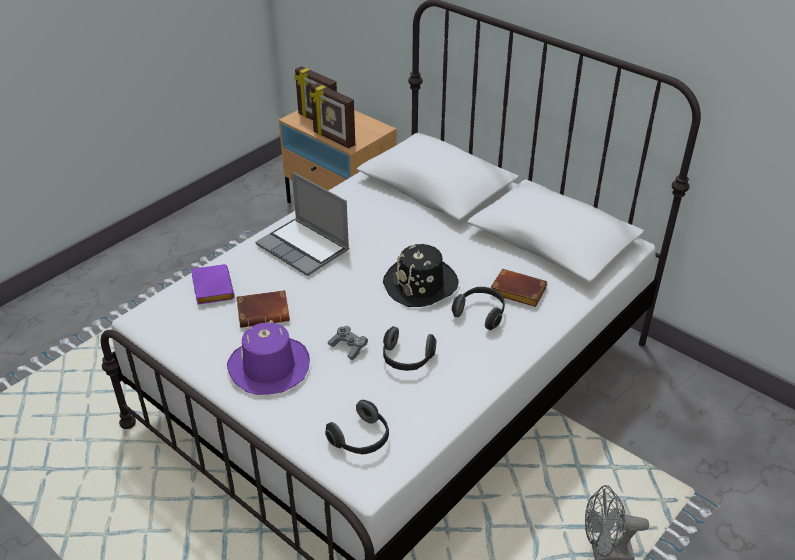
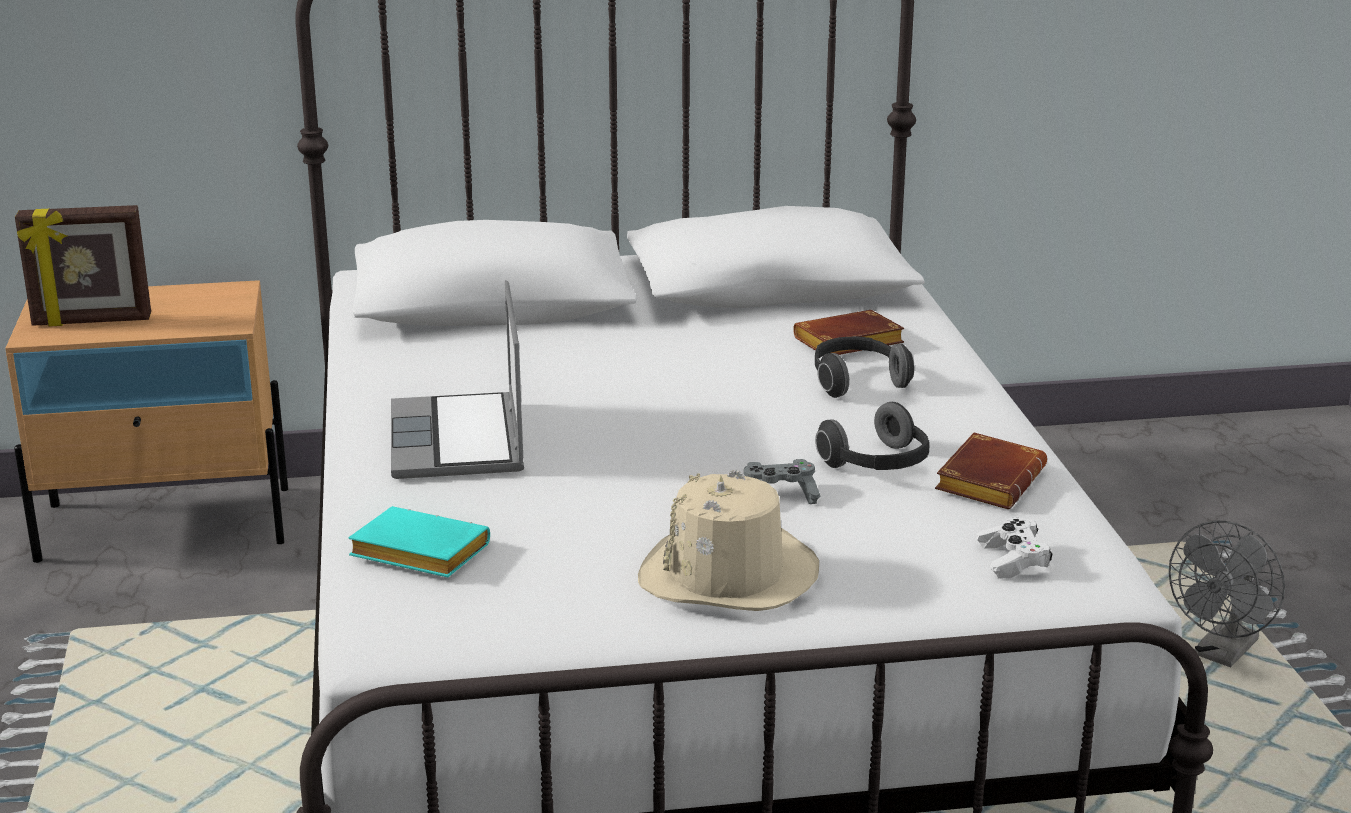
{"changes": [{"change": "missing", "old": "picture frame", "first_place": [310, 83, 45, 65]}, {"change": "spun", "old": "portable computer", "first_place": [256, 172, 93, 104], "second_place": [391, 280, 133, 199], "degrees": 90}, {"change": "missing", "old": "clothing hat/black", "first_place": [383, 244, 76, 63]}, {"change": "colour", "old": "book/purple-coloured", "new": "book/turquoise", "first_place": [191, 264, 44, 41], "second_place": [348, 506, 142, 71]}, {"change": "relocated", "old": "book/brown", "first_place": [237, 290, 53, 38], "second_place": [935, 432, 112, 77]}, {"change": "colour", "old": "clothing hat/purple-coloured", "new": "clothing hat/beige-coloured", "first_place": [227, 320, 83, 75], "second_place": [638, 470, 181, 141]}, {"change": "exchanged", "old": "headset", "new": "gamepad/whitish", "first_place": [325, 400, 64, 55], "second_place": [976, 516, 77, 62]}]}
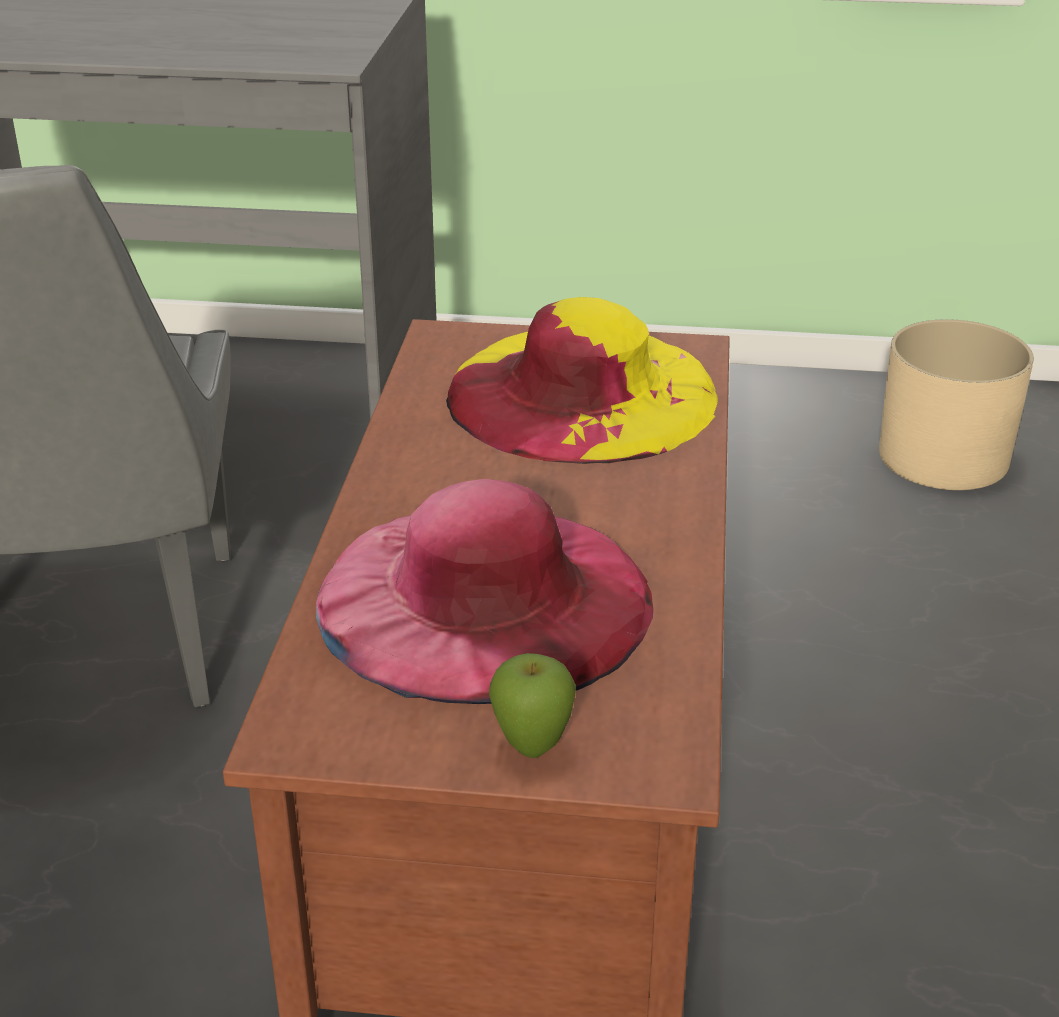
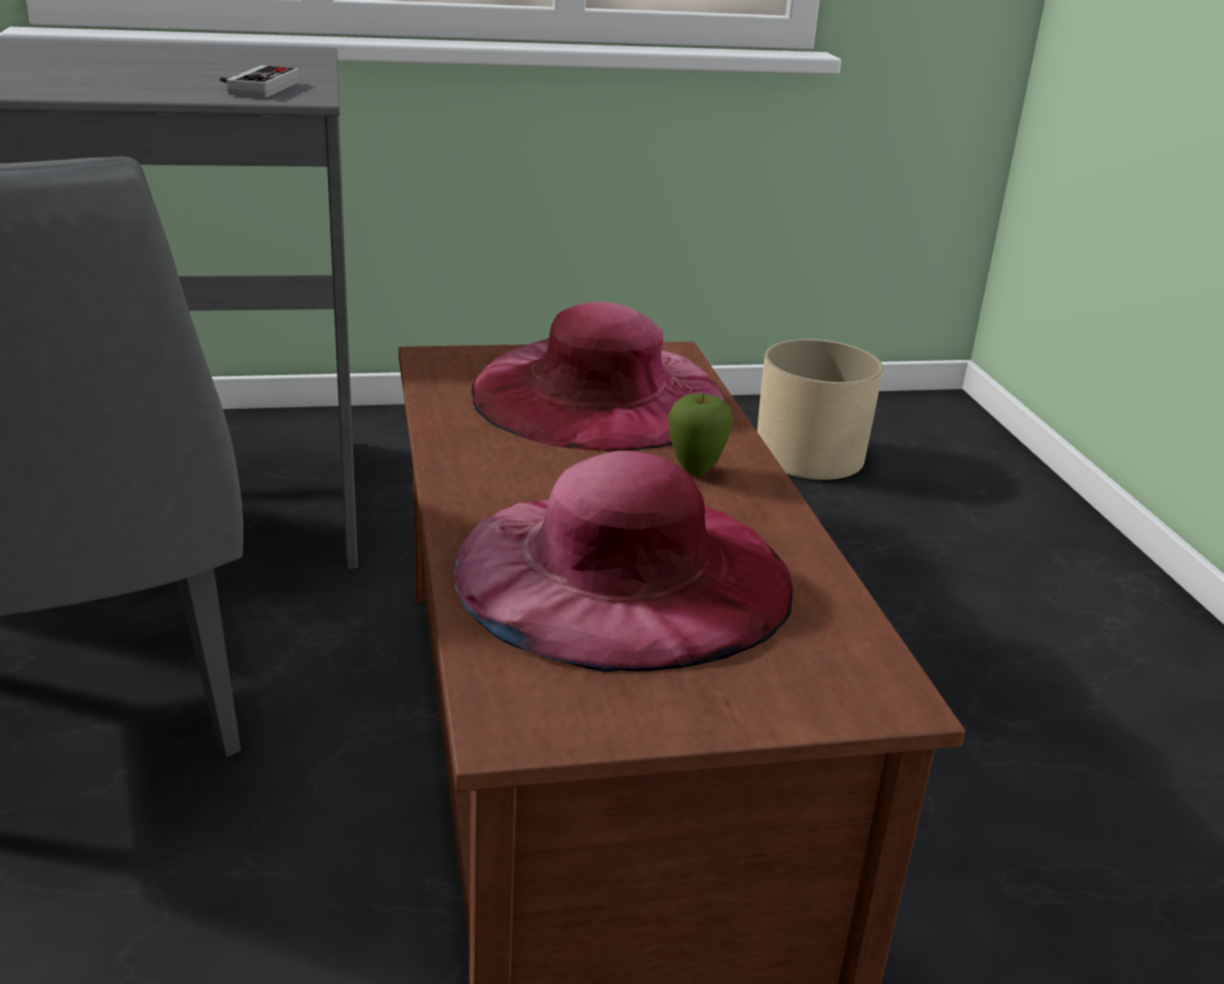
{"changes": [{"change": "colour", "old": "clothing hat/yellowish", "new": "clothing hat/pink-coloured", "first_place": [446, 297, 272, 167], "second_place": [472, 302, 255, 149]}, {"change": "relocated", "old": "apple fruit", "first_place": [489, 653, 87, 105], "second_place": [668, 394, 65, 82]}, {"change": "appeared", "new": "gamepad", "second_place": [220, 65, 79, 33]}]}
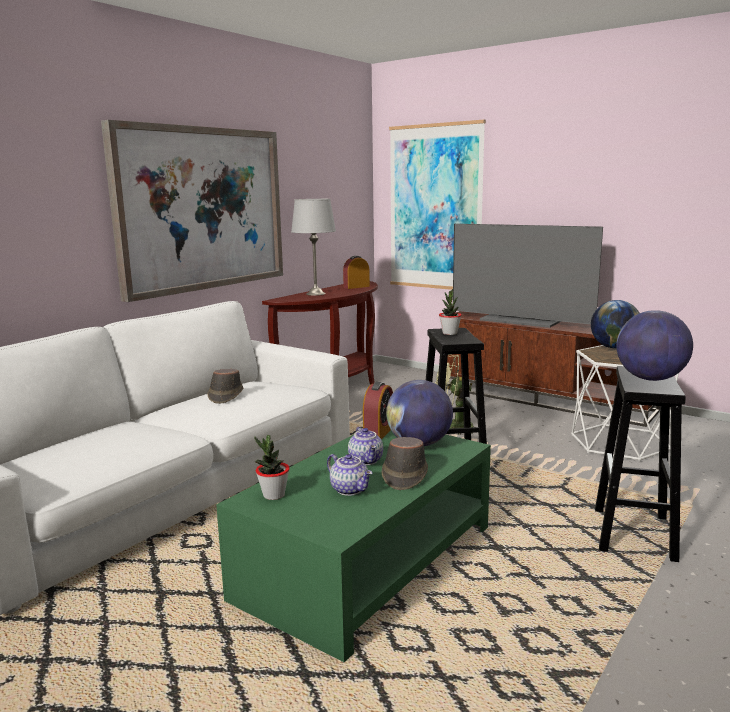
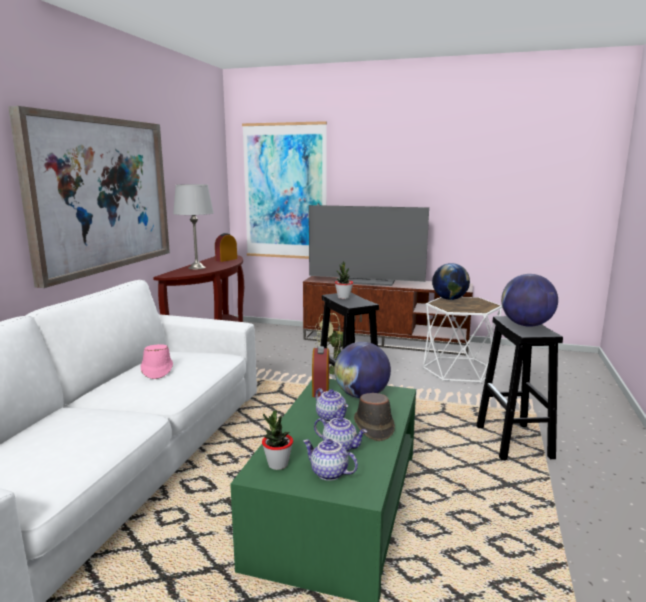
{"changes": [{"change": "colour", "old": "clothing hat/brown", "new": "clothing hat/pink-coloured", "first_place": [207, 369, 36, 35], "second_place": [140, 344, 33, 35]}, {"change": "appeared", "new": "tea pot", "second_place": [303, 439, 55, 42]}]}
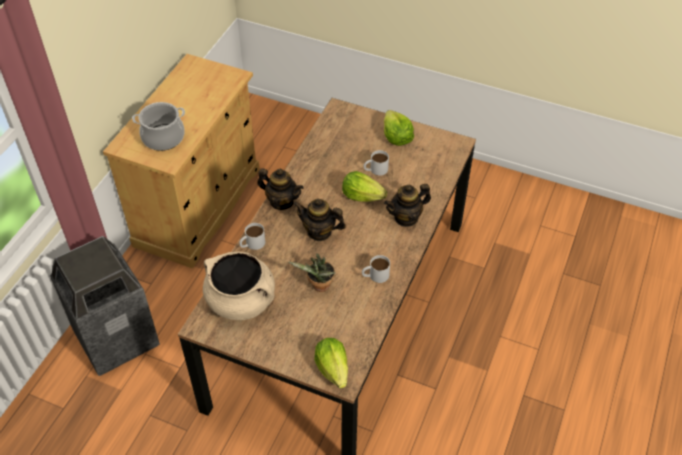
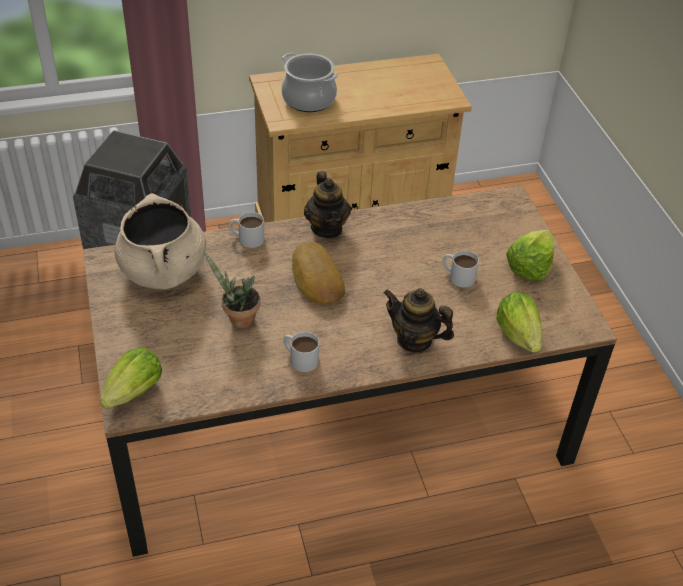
{"changes": [{"change": "relocated", "old": "lettuce", "first_place": [342, 171, 45, 31], "second_place": [496, 292, 47, 61]}, {"change": "exchanged", "old": "tea pot", "new": "bakery bread", "first_place": [294, 198, 52, 43], "second_place": [292, 242, 53, 63]}]}
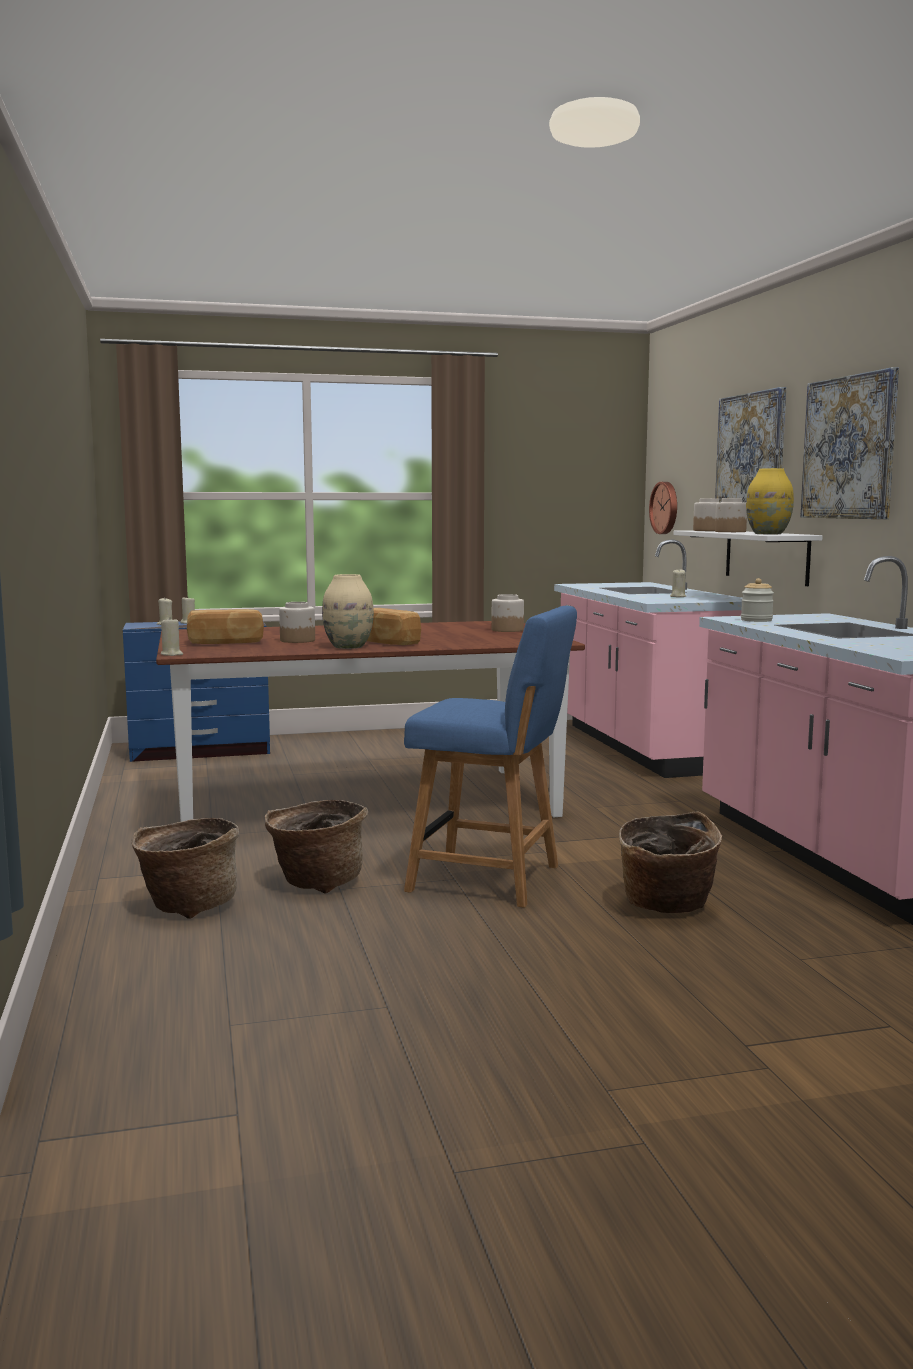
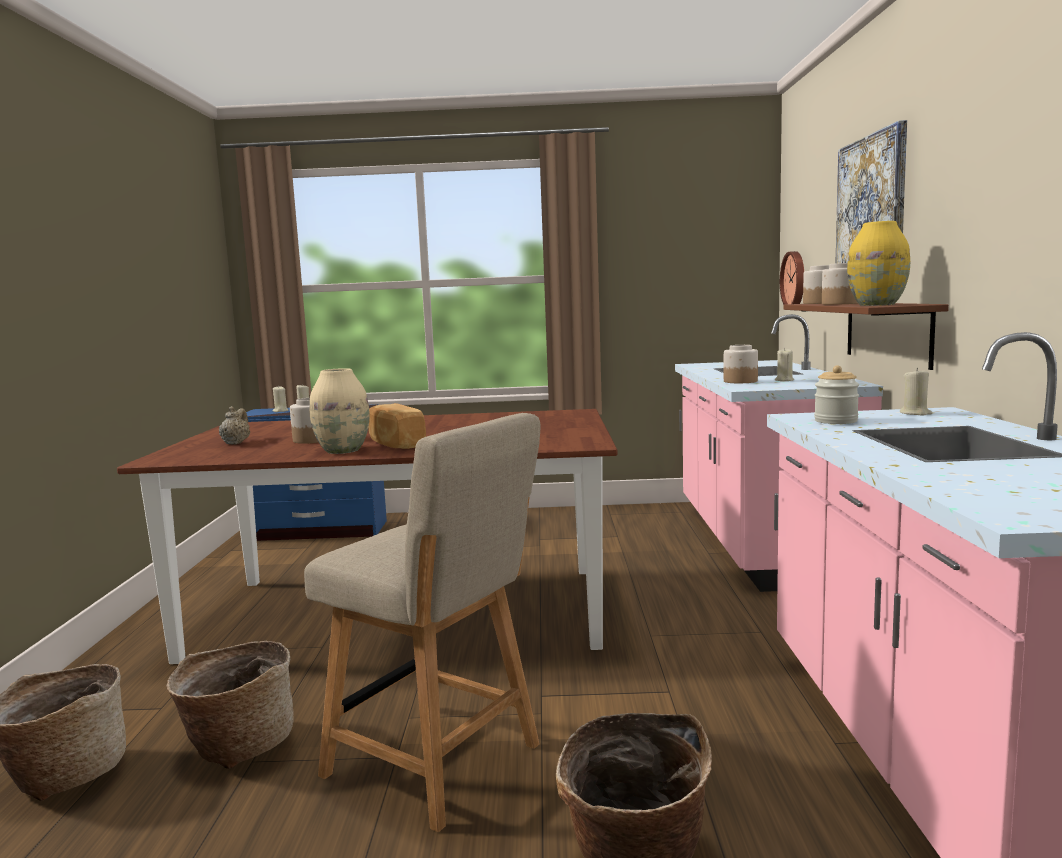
{"changes": [{"change": "missing", "old": "wall art", "first_place": [800, 367, 99, 152]}, {"change": "colour", "old": "bracket shelf/whitish", "new": "bracket shelf/brown", "first_place": [673, 530, 150, 56], "second_place": [783, 303, 166, 67]}, {"change": "relocated", "old": "jar", "first_place": [492, 594, 32, 38], "second_place": [724, 345, 34, 38]}, {"change": "colour", "old": "chair/bluish", "new": "chair/beige-coloured", "first_place": [404, 606, 173, 302], "second_place": [304, 413, 237, 419]}, {"change": "exchanged", "old": "bakery bread", "new": "tea pot/beige-coloured", "first_place": [187, 609, 77, 35], "second_place": [219, 406, 31, 39]}, {"change": "relocated", "old": "wax candle/beige-coloured", "first_place": [161, 620, 22, 36], "second_place": [900, 368, 32, 47]}]}
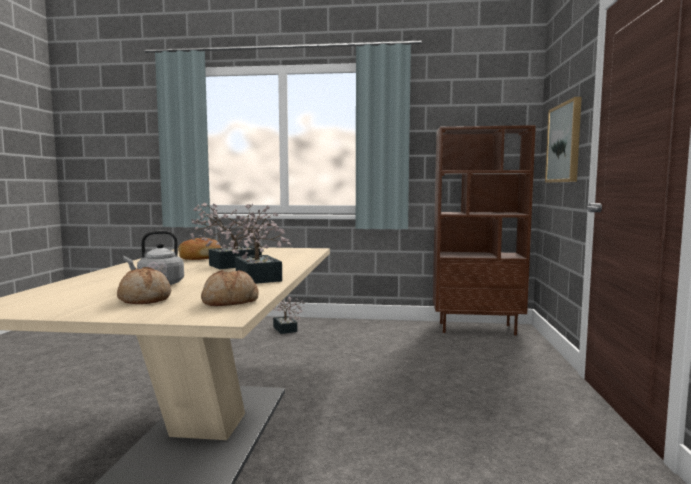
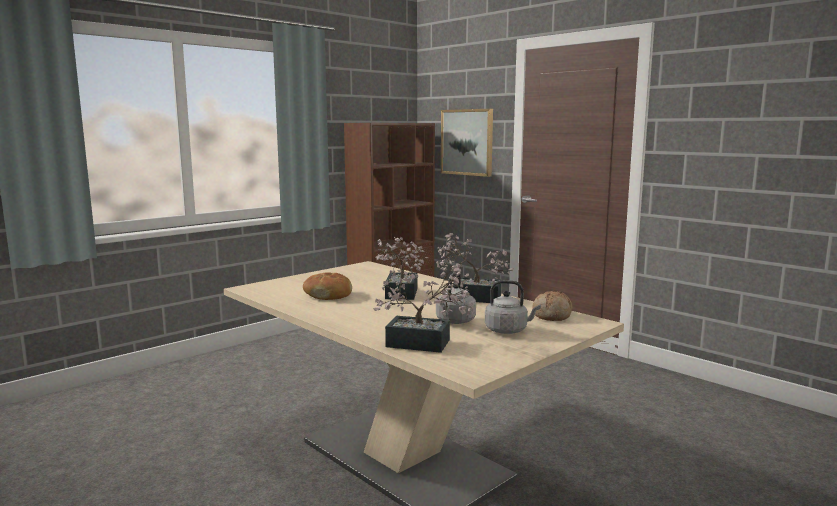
{"changes": [{"change": "exchanged", "old": "bakery bread", "new": "kettle/greyish", "first_place": [117, 267, 54, 37], "second_place": [485, 280, 56, 54]}, {"change": "relocated", "old": "potted plant", "first_place": [273, 296, 32, 38], "second_place": [373, 267, 99, 86]}]}
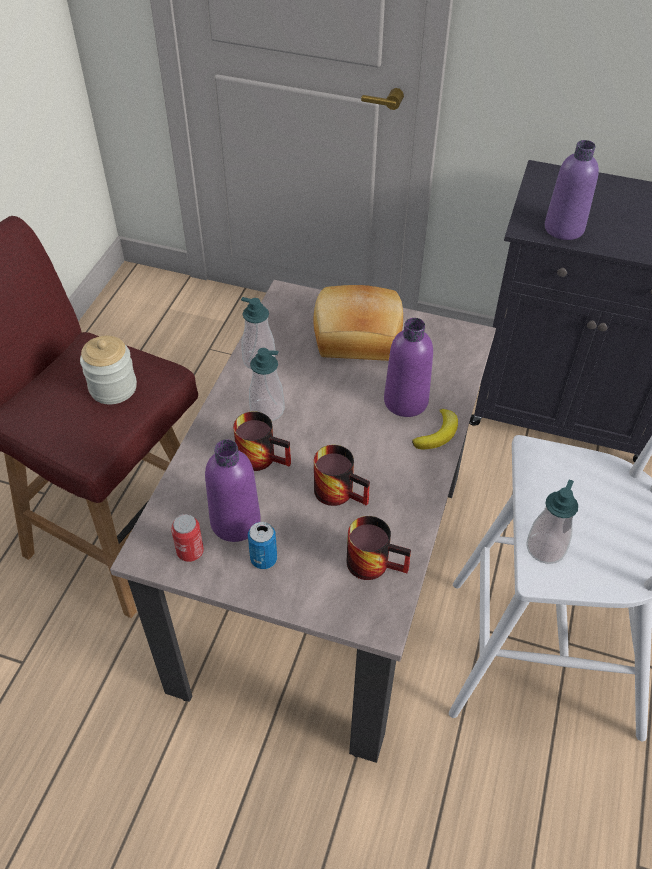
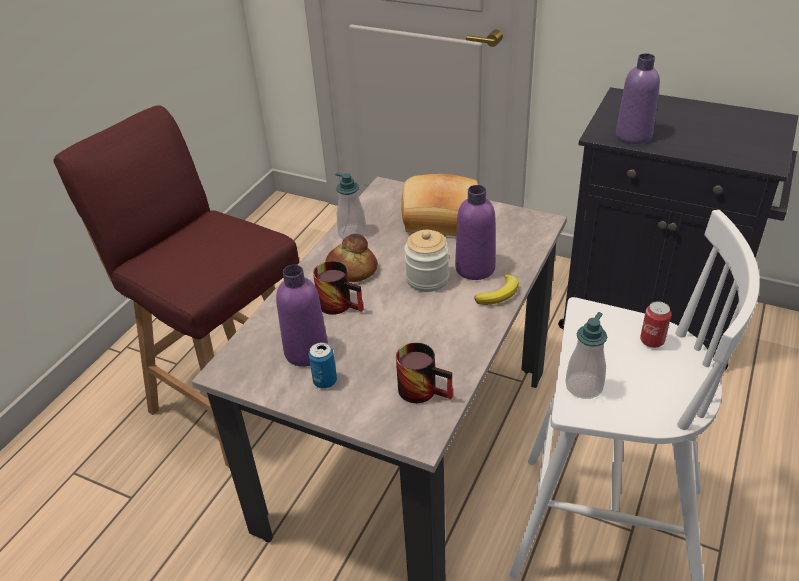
{"changes": [{"change": "relocated", "old": "jar", "first_place": [80, 336, 57, 68], "second_place": [404, 230, 45, 62]}, {"change": "exchanged", "old": "soap bottle", "new": "bakery bread", "first_place": [249, 348, 36, 73], "second_place": [325, 234, 53, 48]}, {"change": "missing", "old": "mug", "first_place": [314, 445, 56, 61]}, {"change": "relocated", "old": "can", "first_place": [171, 514, 33, 48], "second_place": [640, 301, 31, 47]}]}
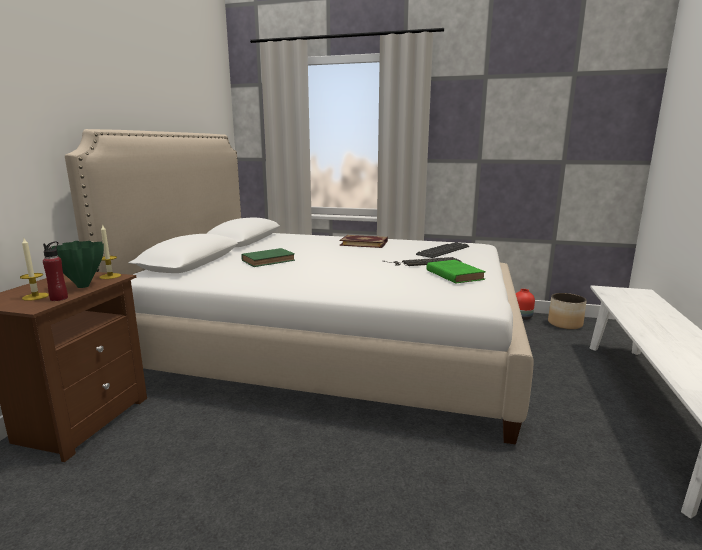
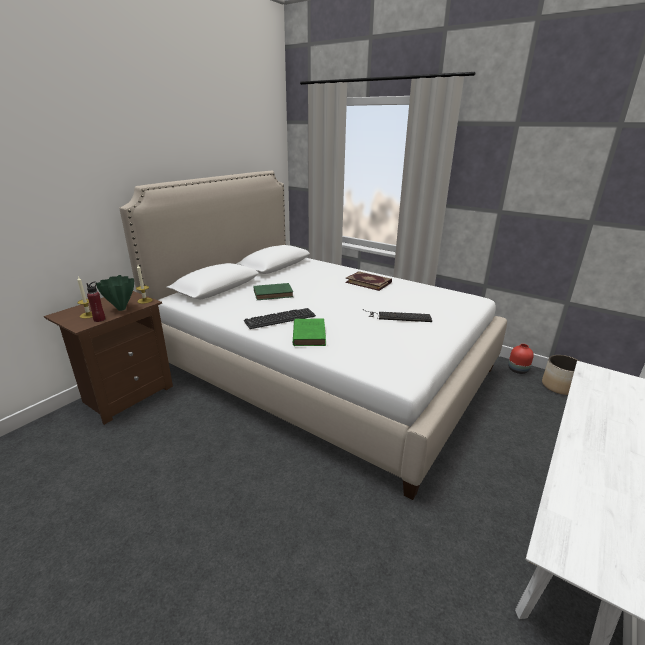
{"changes": [{"change": "relocated", "old": "keyboard", "first_place": [416, 242, 53, 16], "second_place": [244, 308, 72, 21]}, {"change": "relocated", "old": "book/green", "first_place": [426, 260, 60, 24], "second_place": [293, 319, 33, 27]}]}
